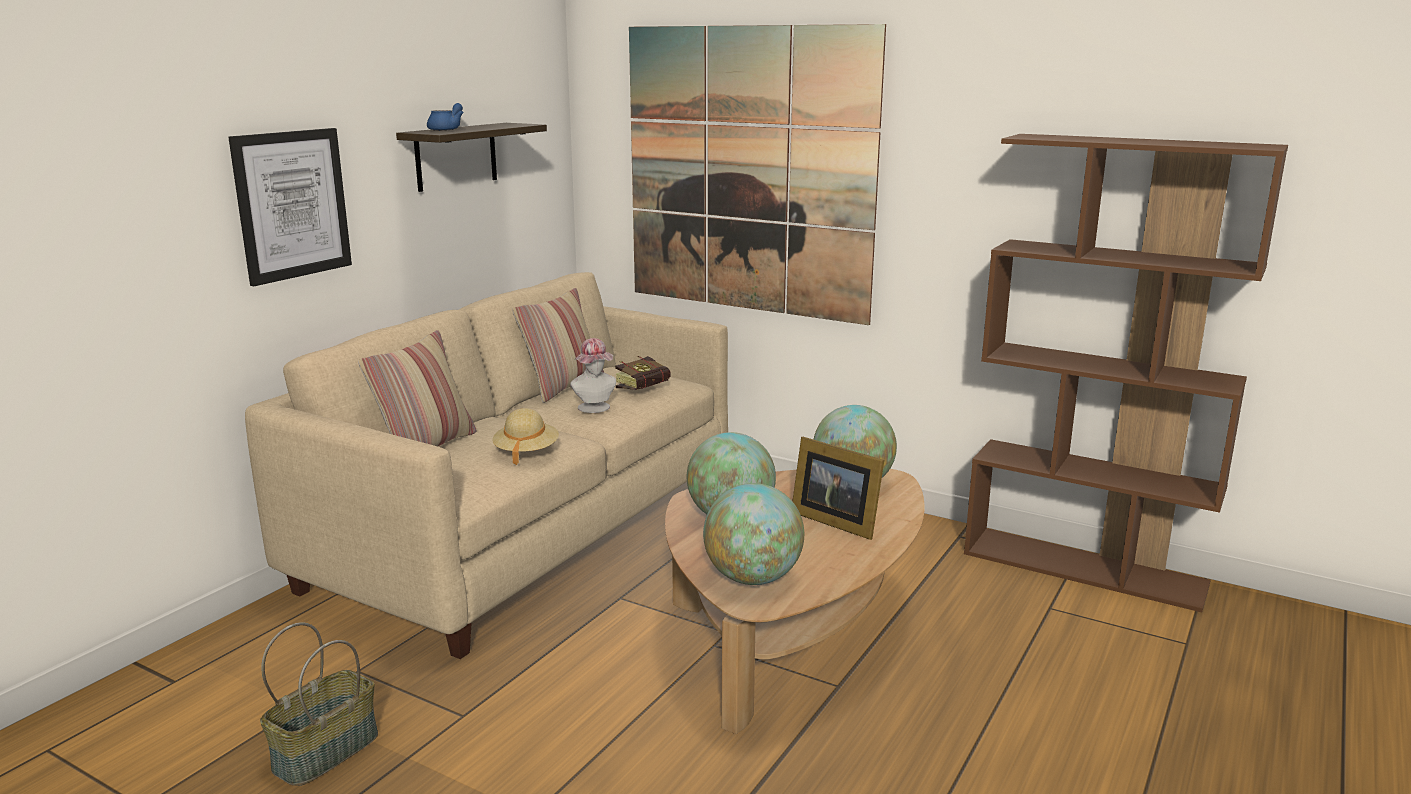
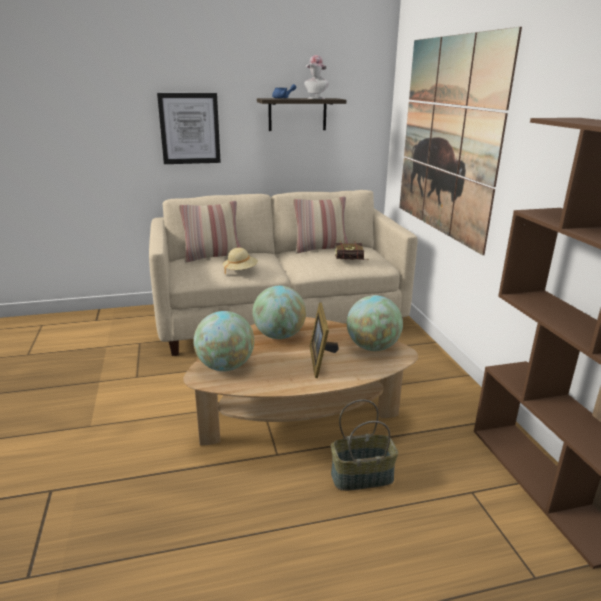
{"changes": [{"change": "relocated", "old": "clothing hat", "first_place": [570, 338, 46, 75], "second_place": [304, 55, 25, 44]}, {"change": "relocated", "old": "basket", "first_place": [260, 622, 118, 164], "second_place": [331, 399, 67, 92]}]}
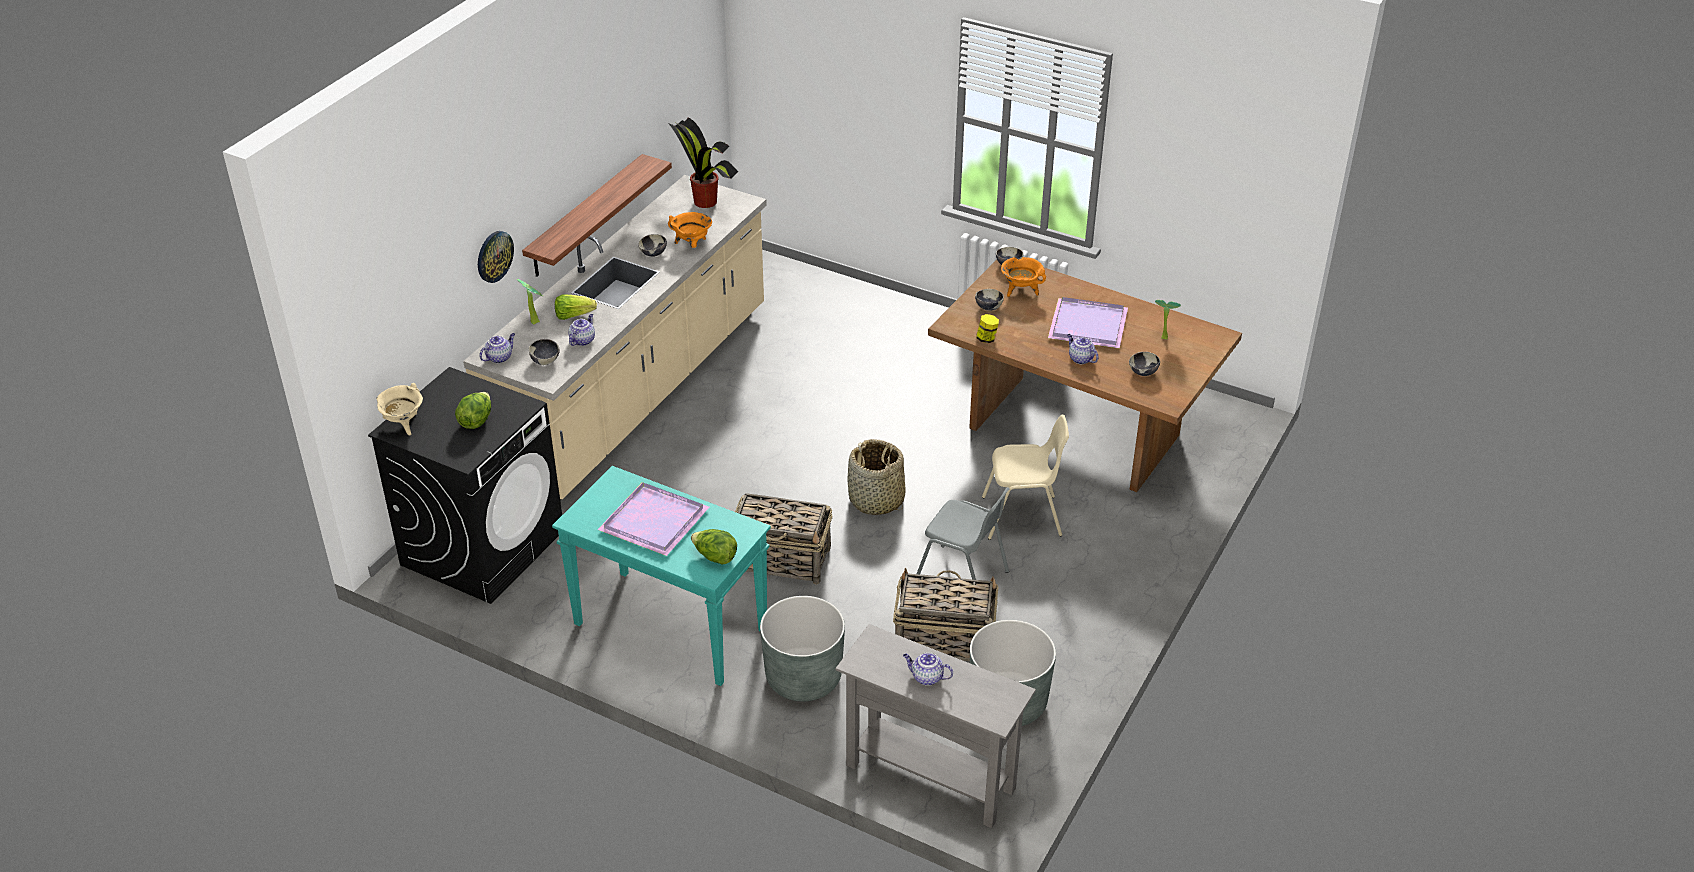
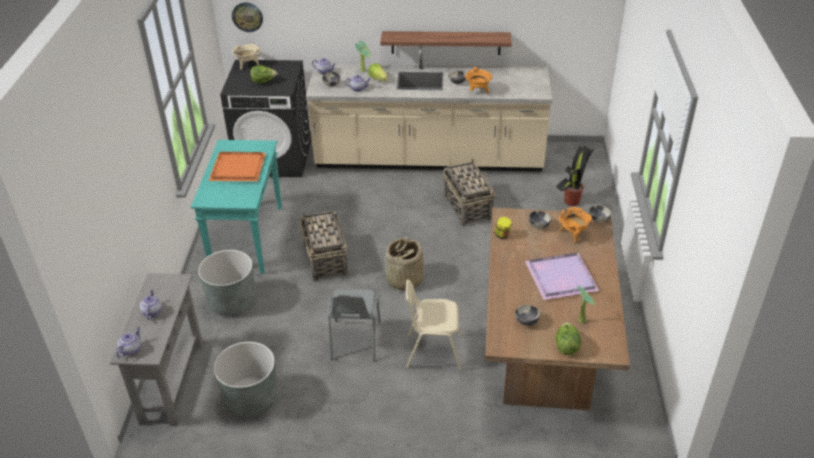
{"changes": [{"change": "relocated", "old": "potted plant", "first_place": [668, 117, 70, 91], "second_place": [556, 145, 39, 61]}, {"change": "relocated", "old": "clock on the wall", "first_place": [478, 231, 36, 52], "second_place": [232, 3, 31, 29]}, {"change": "relocated", "old": "tea pot", "first_place": [1067, 334, 32, 30], "second_place": [116, 327, 25, 30]}, {"change": "spun", "old": "chair/beige-coloured", "first_place": [982, 415, 87, 125], "second_place": [406, 279, 56, 91], "degrees": 120}, {"change": "colour", "old": "serving tray/purple-coloured", "new": "serving tray/orange-coloured", "first_place": [598, 482, 111, 74], "second_place": [209, 152, 57, 29]}, {"change": "relocated", "old": "lettuce", "first_place": [691, 529, 46, 35], "second_place": [555, 322, 26, 33]}, {"change": "relocated", "old": "basket", "first_place": [893, 568, 105, 93], "second_place": [443, 159, 53, 68]}]}
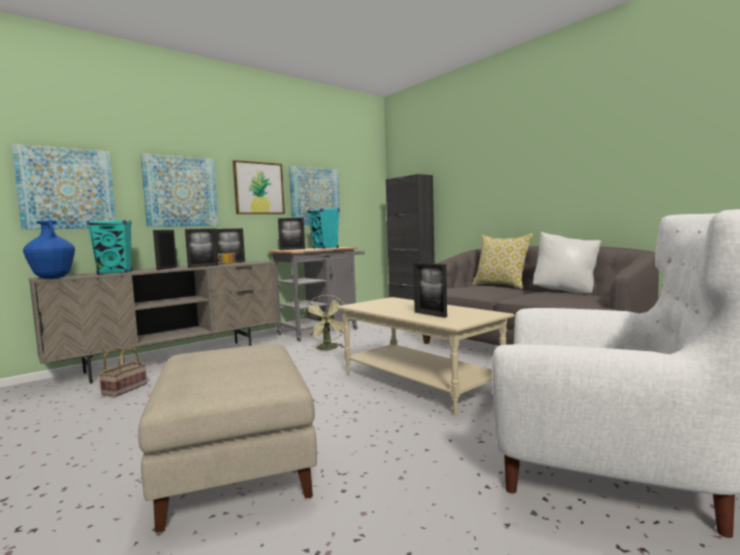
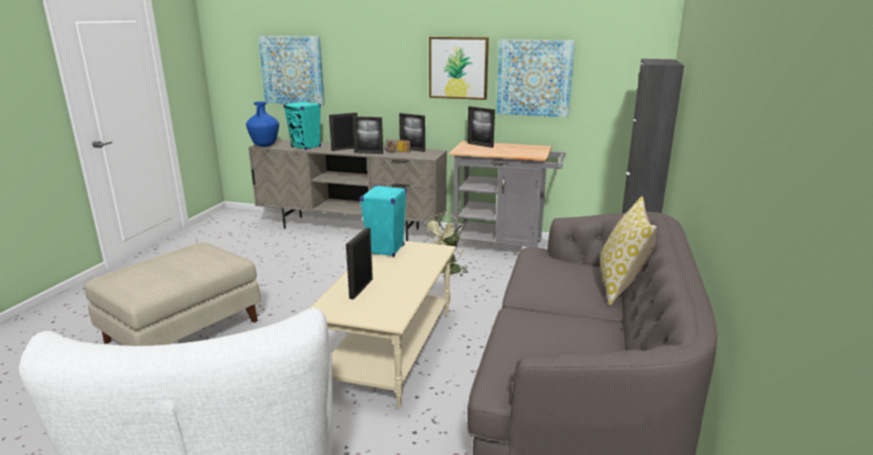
{"changes": [{"change": "missing", "old": "wall art", "first_place": [140, 153, 79, 74]}, {"change": "relocated", "old": "speaker/turquoise", "first_place": [308, 208, 31, 41], "second_place": [359, 185, 48, 72]}, {"change": "missing", "old": "pillow/whitish", "first_place": [533, 232, 68, 62]}, {"change": "missing", "old": "basket", "first_place": [98, 347, 49, 50]}]}
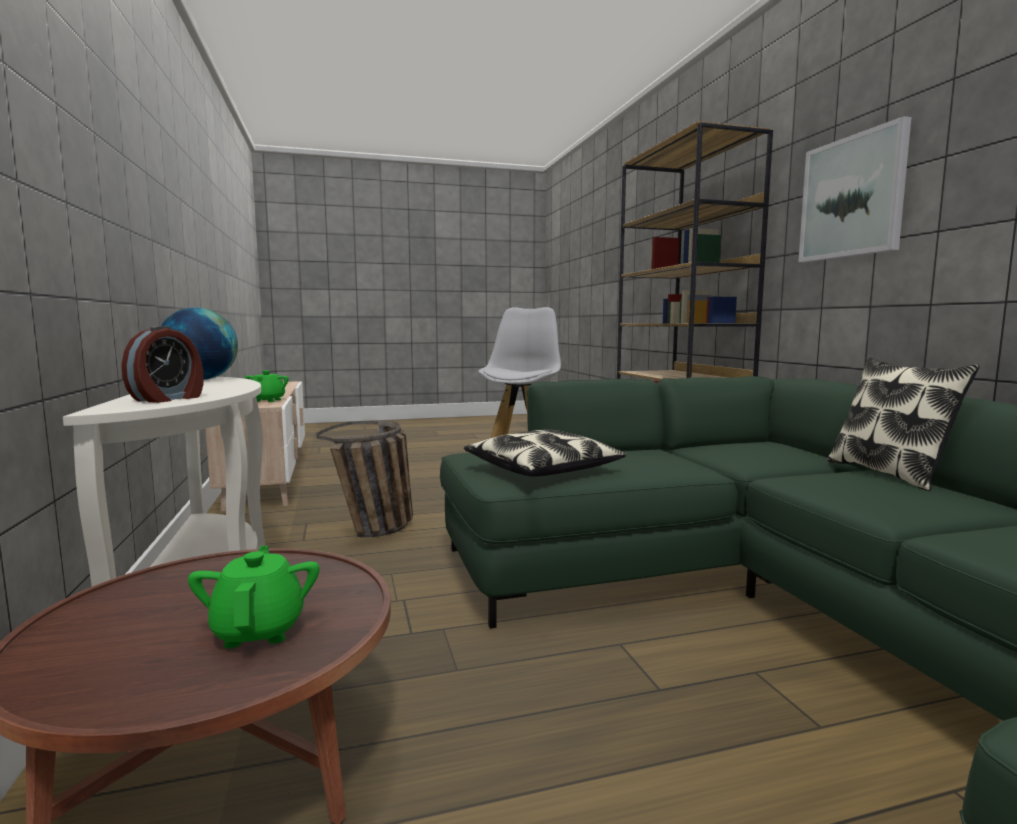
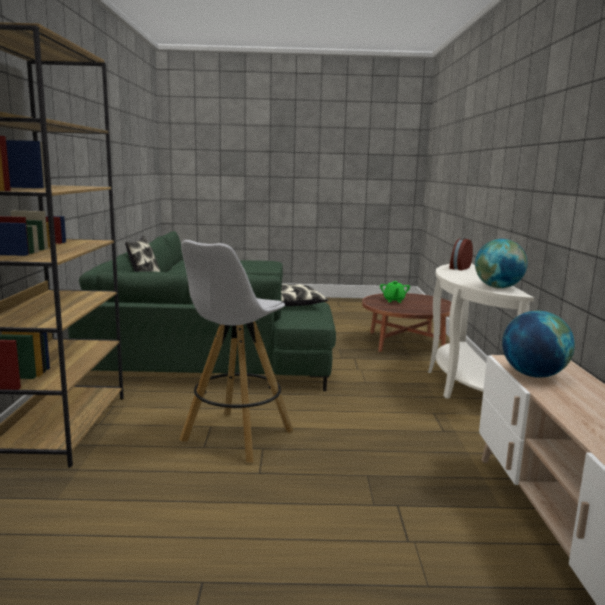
{"changes": [{"change": "missing", "old": "wall art", "first_place": [798, 116, 113, 146]}, {"change": "exchanged", "old": "tea pot/green", "new": "world globe", "first_place": [245, 370, 44, 32], "second_place": [502, 311, 73, 67]}, {"change": "missing", "old": "basket", "first_place": [316, 420, 97, 117]}]}
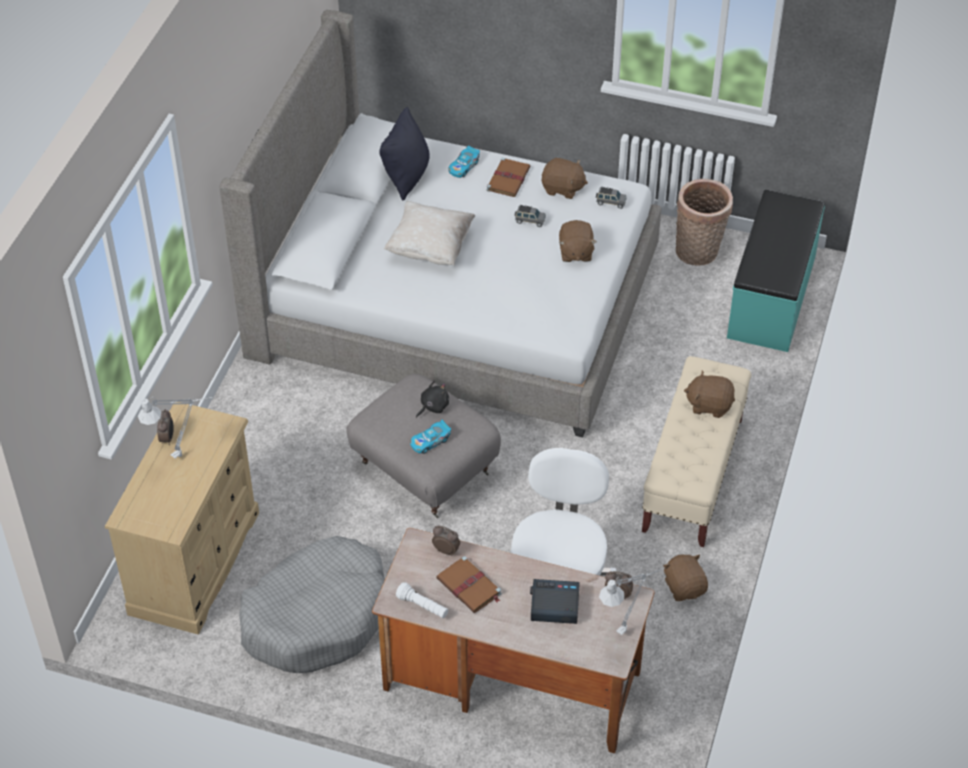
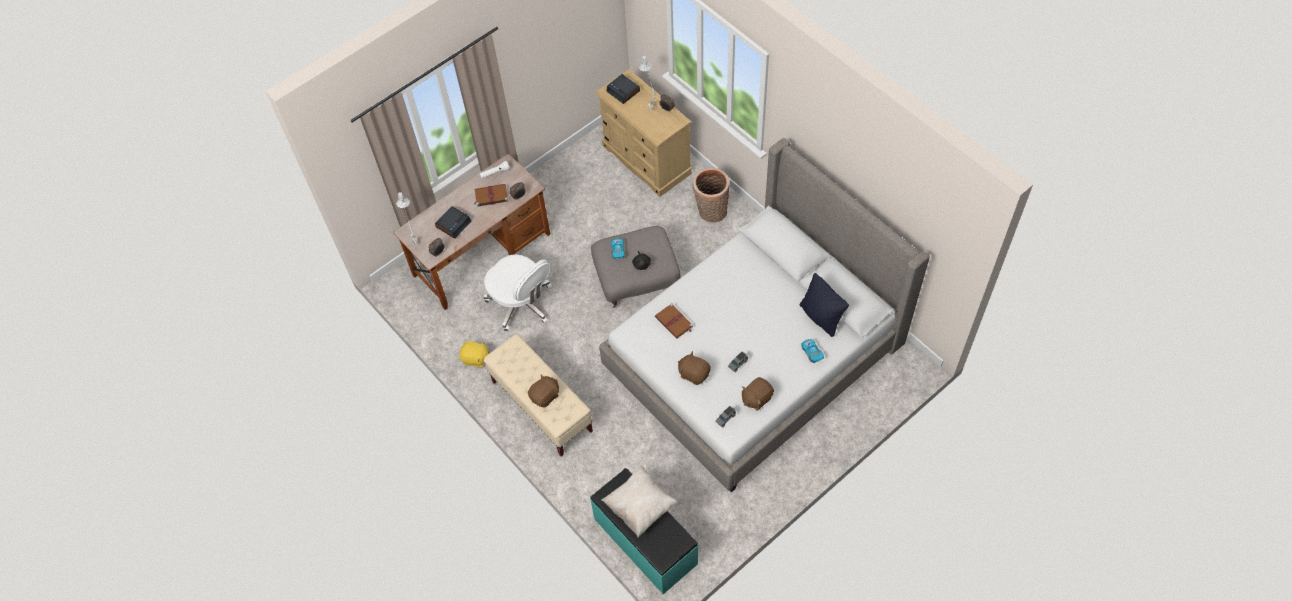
{"changes": [{"change": "relocated", "old": "book/brown", "first_place": [487, 157, 44, 40], "second_place": [655, 303, 38, 36]}, {"change": "relocated", "old": "basket", "first_place": [676, 179, 57, 87], "second_place": [693, 168, 37, 55]}, {"change": "relocated", "old": "pillow/beige-coloured", "first_place": [384, 201, 92, 65], "second_place": [601, 465, 77, 73]}, {"change": "missing", "old": "dog cushion/greyish", "first_place": [239, 536, 146, 137]}, {"change": "colour", "old": "cuddly toy/brown", "new": "cuddly toy/yellowish", "first_place": [663, 554, 45, 47], "second_place": [459, 341, 30, 27]}, {"change": "appeared", "new": "bedside clock", "second_place": [607, 74, 33, 30]}]}
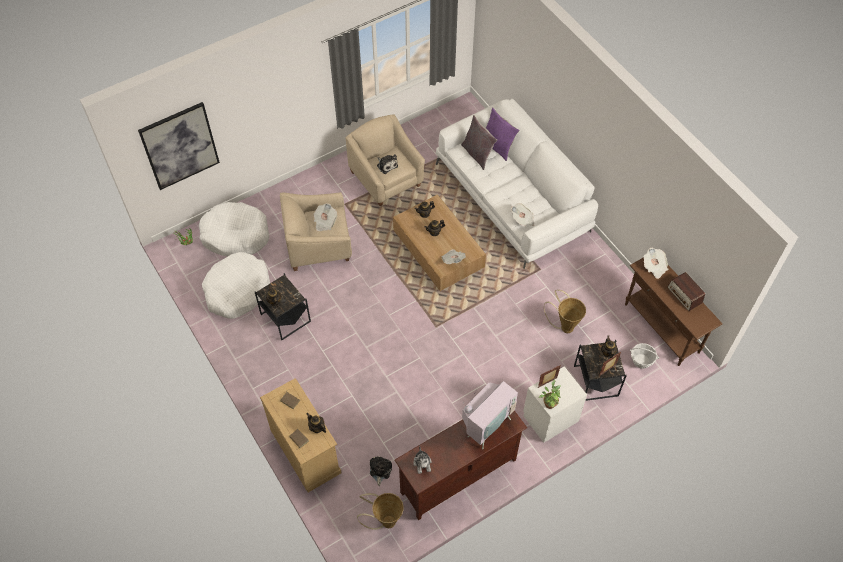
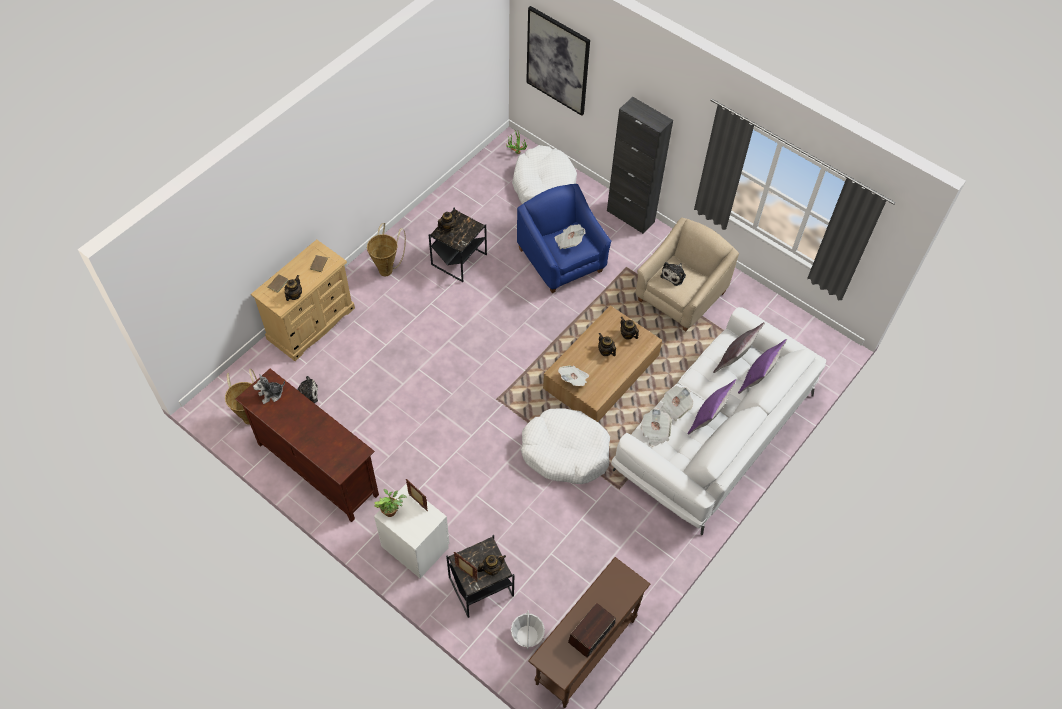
{"changes": [{"change": "colour", "old": "lounge chair/beige-coloured", "new": "lounge chair/bluish", "first_place": [280, 192, 72, 79], "second_place": [517, 184, 95, 109]}, {"change": "relocated", "old": "daily paper", "first_place": [644, 247, 24, 32], "second_place": [660, 386, 33, 35]}, {"change": "relocated", "old": "dog cushion/whitish", "first_place": [202, 252, 68, 67], "second_place": [521, 408, 89, 76]}, {"change": "relocated", "old": "basket", "first_place": [544, 290, 42, 43], "second_place": [367, 223, 39, 53]}, {"change": "missing", "old": "TV", "first_place": [462, 381, 56, 69]}, {"change": "appeared", "new": "cabinet/black", "second_place": [607, 97, 66, 137]}, {"change": "appeared", "new": "pillow/purple-coloured", "second_place": [688, 379, 49, 56]}]}
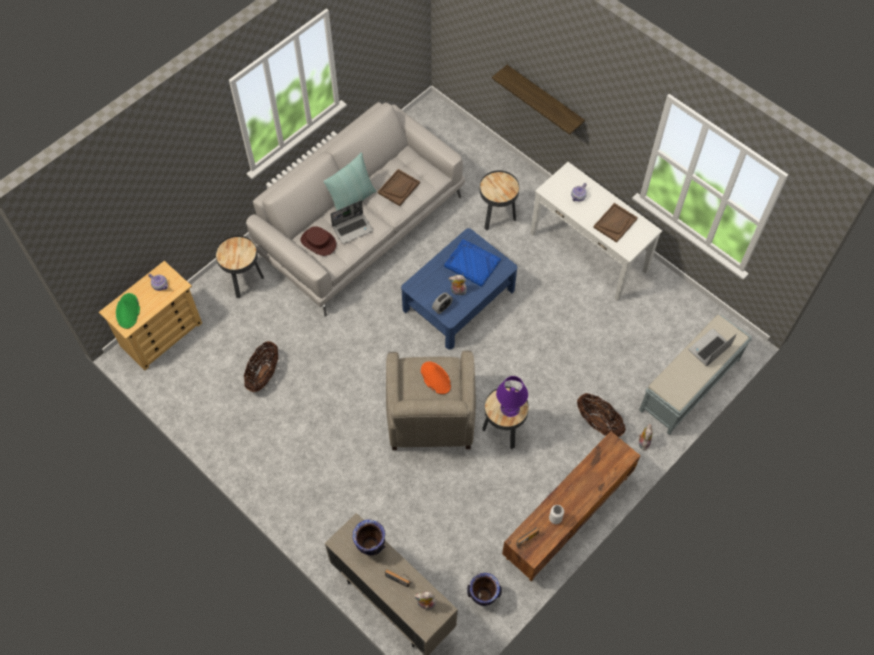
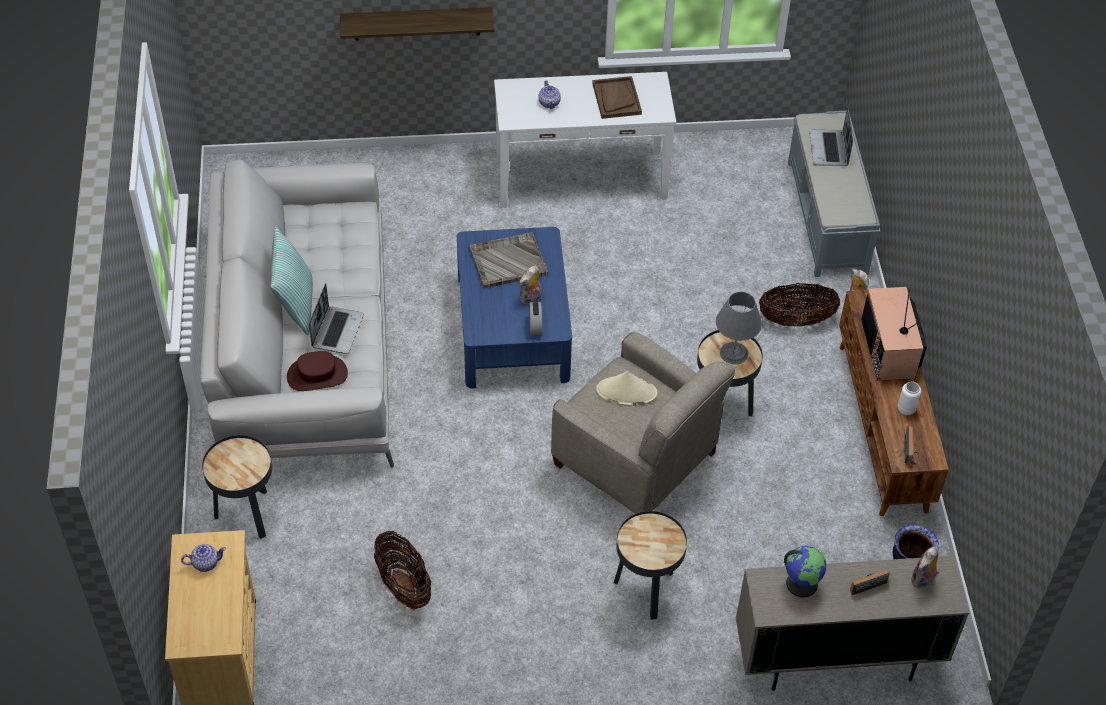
{"changes": [{"change": "missing", "old": "serving tray/brown", "first_place": [378, 169, 42, 37]}, {"change": "relocated", "old": "accent table/black", "first_place": [480, 170, 39, 60], "second_place": [614, 511, 73, 109]}, {"change": "colour", "old": "serving tray/bluish", "new": "serving tray/greyish", "first_place": [444, 239, 57, 48], "second_place": [469, 232, 79, 57]}, {"change": "missing", "old": "clothing hat/green", "first_place": [116, 293, 24, 36]}, {"change": "colour", "old": "clothing hat/orange-coloured", "new": "clothing hat/beige-coloured", "first_place": [421, 361, 30, 33], "second_place": [596, 371, 62, 35]}, {"change": "colour", "old": "table lamp/purple-coloured", "new": "table lamp/greyish", "first_place": [496, 376, 32, 41], "second_place": [716, 292, 46, 72]}, {"change": "exchanged", "old": "flower vase", "new": "world globe", "first_place": [352, 520, 34, 36], "second_place": [784, 546, 43, 52]}, {"change": "appeared", "new": "TV", "second_place": [861, 287, 66, 94]}]}
